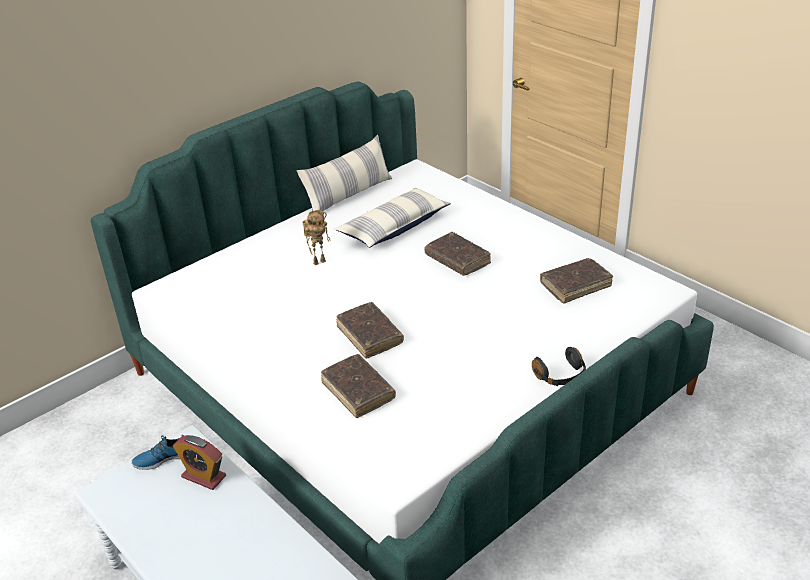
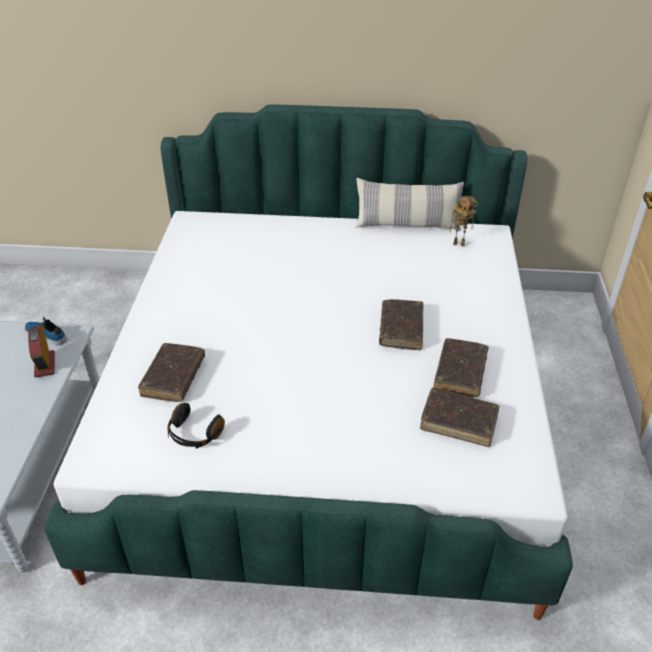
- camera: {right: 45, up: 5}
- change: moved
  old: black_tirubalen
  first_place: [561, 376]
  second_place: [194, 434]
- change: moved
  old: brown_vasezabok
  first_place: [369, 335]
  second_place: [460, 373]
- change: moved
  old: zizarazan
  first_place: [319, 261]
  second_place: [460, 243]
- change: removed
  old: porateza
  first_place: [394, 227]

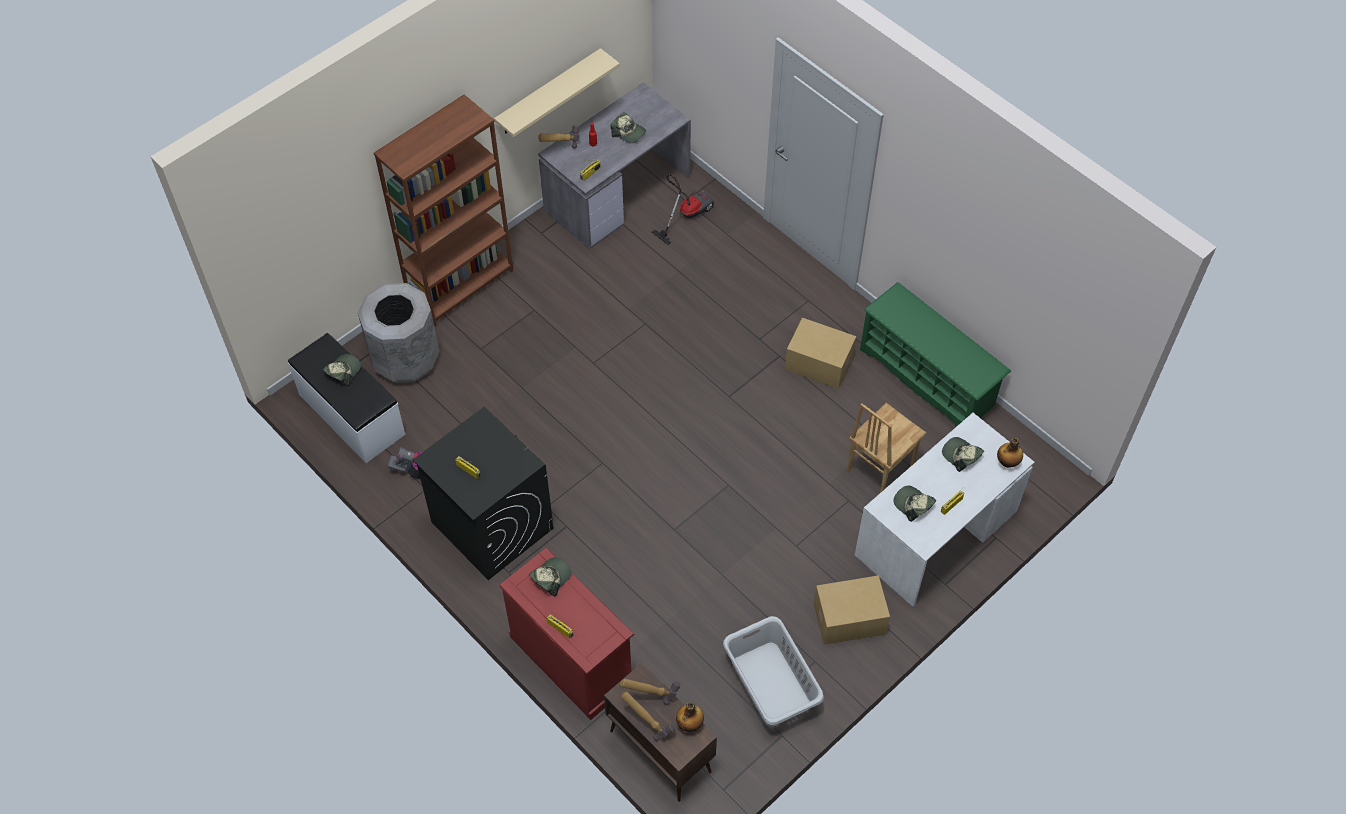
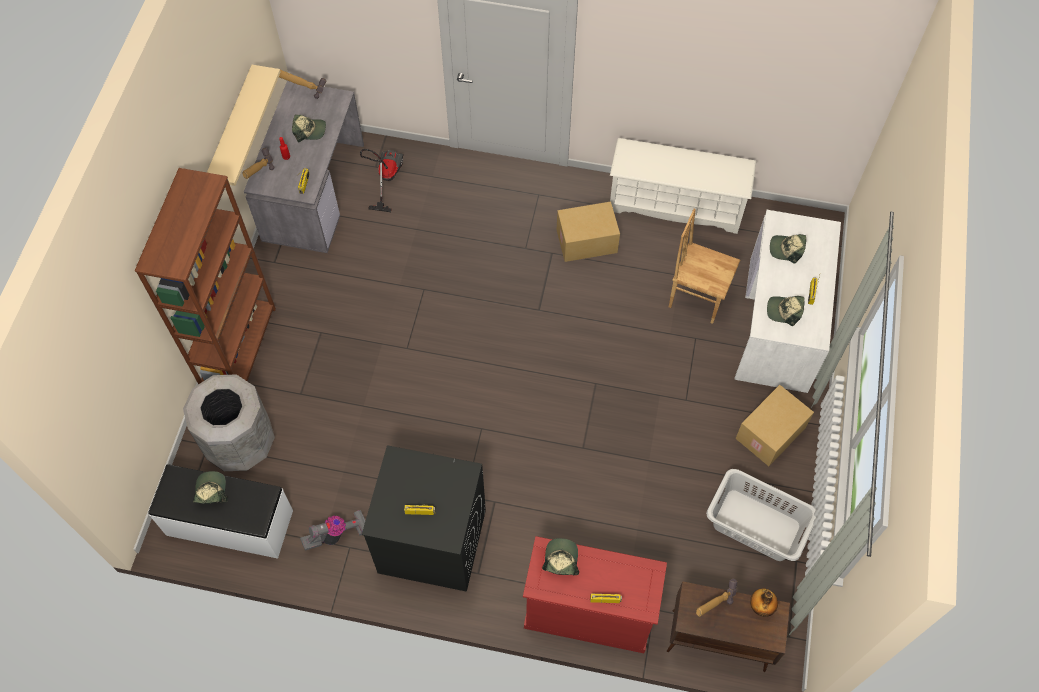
- camera: {right: -35, up: 5}
- change: moved
  old: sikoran
  first_place: [648, 724]
  second_place: [305, 93]
- change: recoloured
  old: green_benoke
  new: white_benoke
  first_place: [927, 378]
  second_place: [676, 204]
- change: turned
  old: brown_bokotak
  first_place: [879, 468]
  second_place: [697, 298]
  degrees: 105
- change: removed
  old: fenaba
  first_place: [1007, 462]

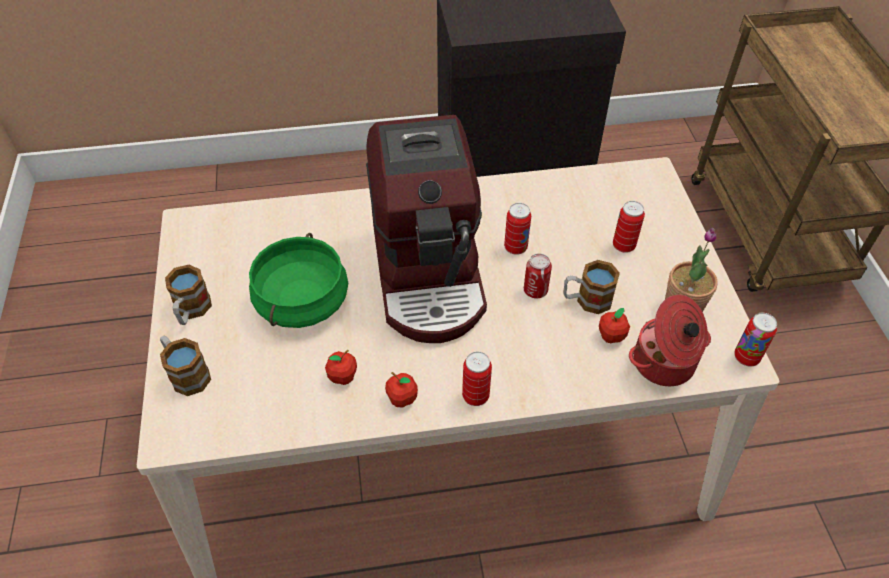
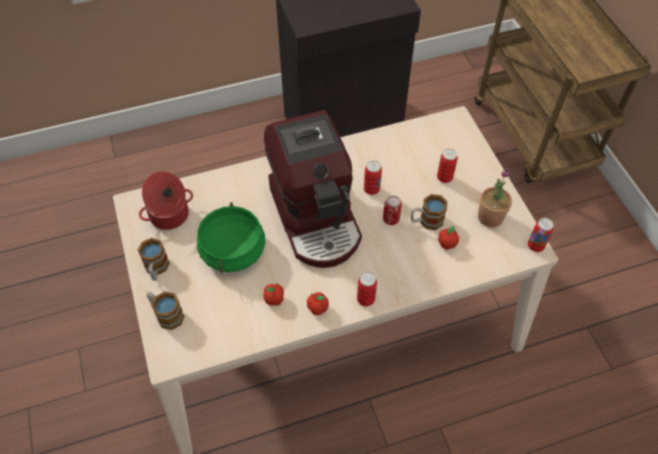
- camera: {right: -10, up: 5}
- change: moved
  old: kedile
  first_place: [664, 364]
  second_place: [170, 216]

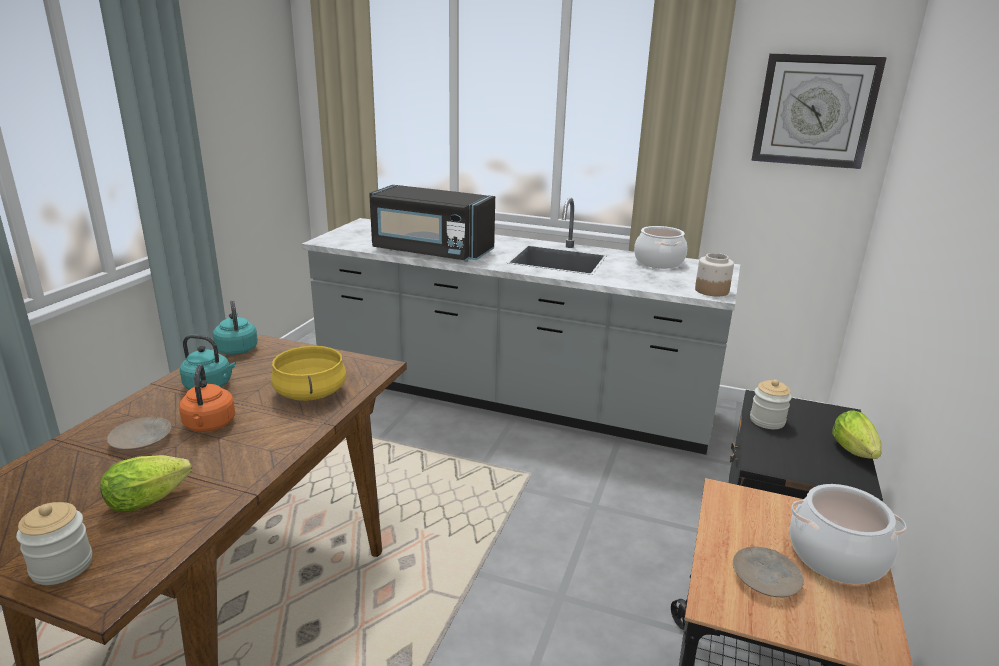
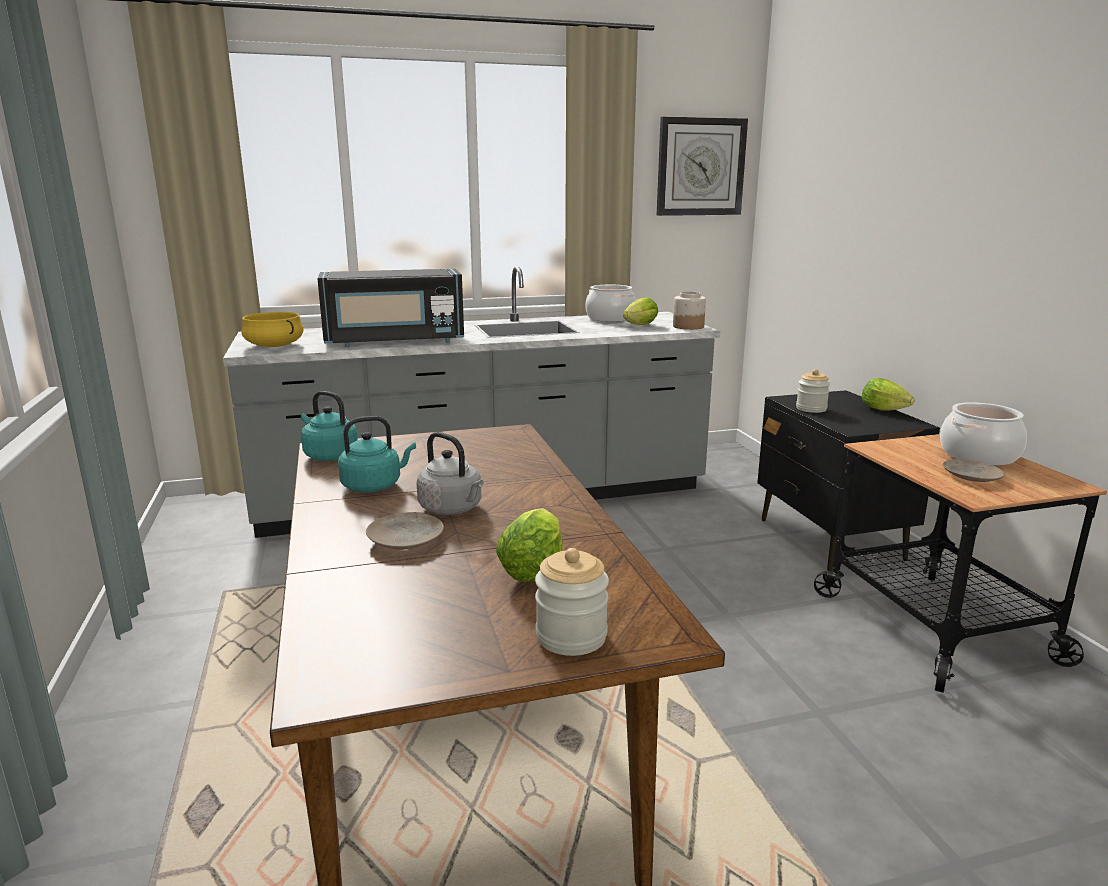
- camera: {right: -35, up: -5}
- change: moved
  old: yellow_kedile
  first_place: [310, 393]
  second_place: [274, 346]
- change: recoloured
  old: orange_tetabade
  new: grey_tetabade
  first_place: [209, 425]
  second_place: [453, 509]
- change: added
  new: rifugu
  second_place: [638, 325]

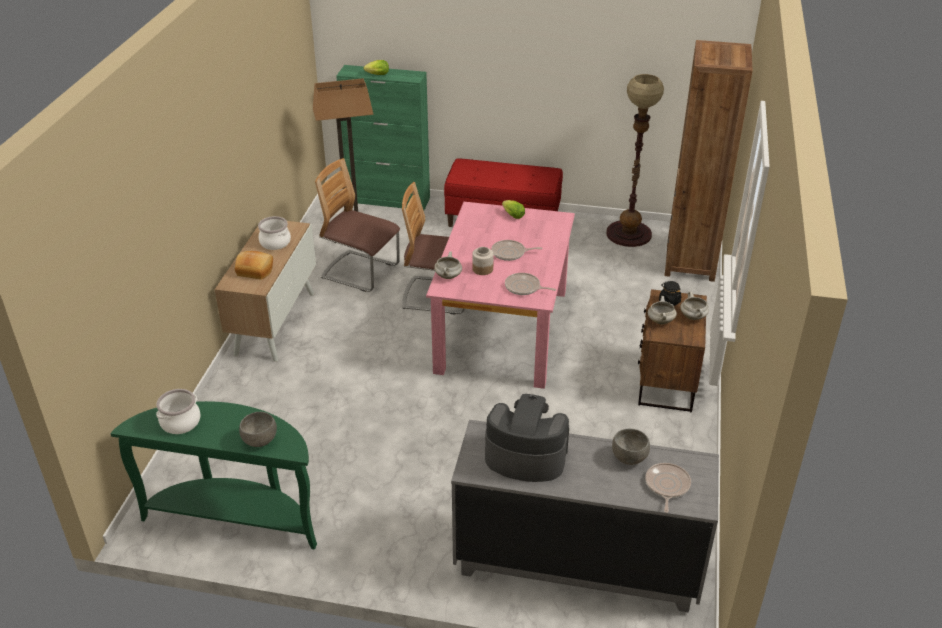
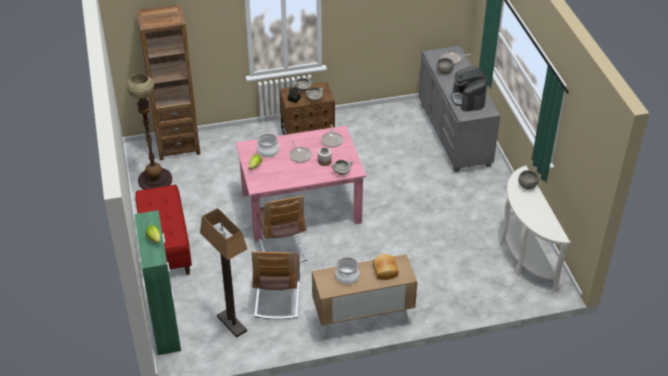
- camera: {right: -115, up: 5}
- change: moved
  old: kedile
  first_place: [180, 422]
  second_place: [268, 151]
- change: recoloured
  old: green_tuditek
  new: white_tuditek
  first_place: [236, 516]
  second_place: [523, 255]

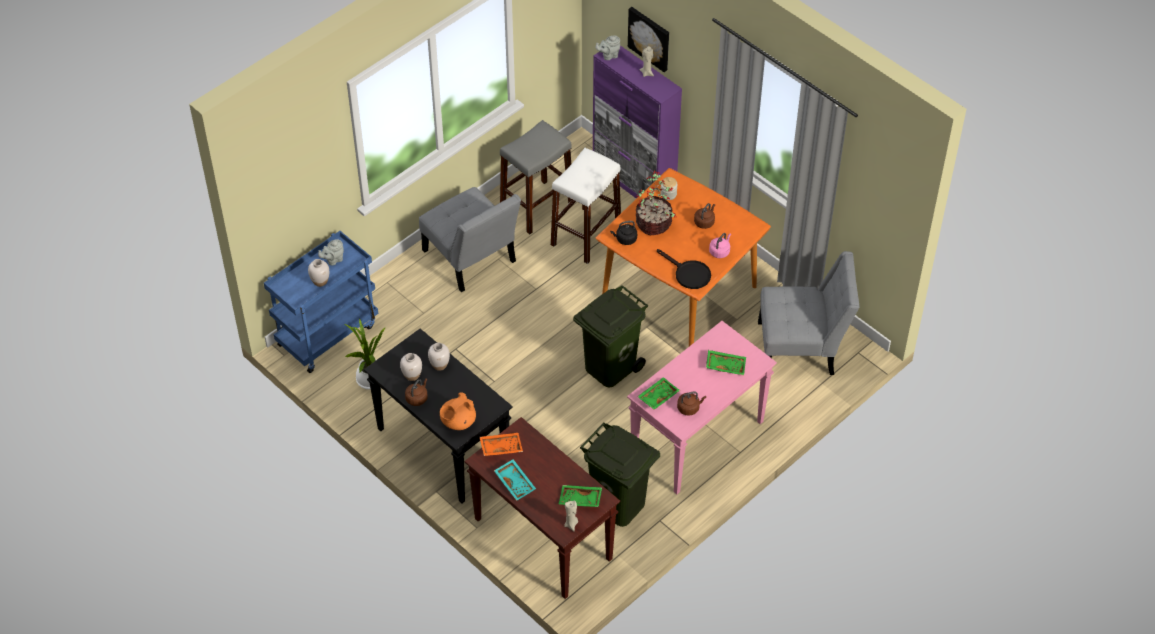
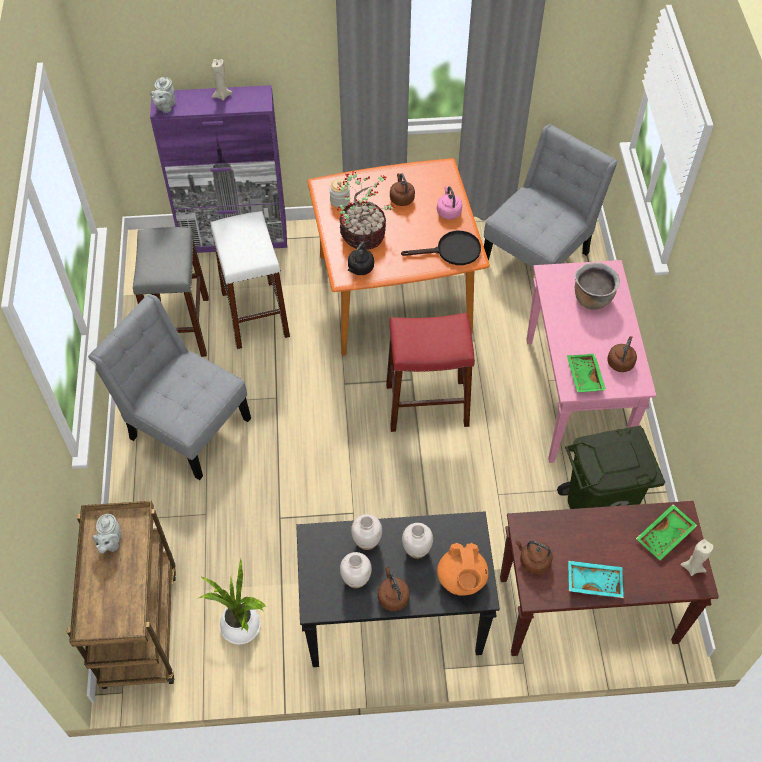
- camera: {right: -50, up: 5}
- change: recoloured
  old: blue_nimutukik
  new: brown_nimutukik
  first_place: [327, 334]
  second_place: [139, 625]
- change: turned
  old: grey_bokotak
  first_place: [471, 260]
  second_place: [185, 424]
  degrees: -150
- change: replaced
  old: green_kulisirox
  new: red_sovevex
  first_place: [609, 366]
  second_place: [427, 405]
- change: moved
  old: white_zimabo
  first_place: [320, 281]
  second_place: [416, 549]
- change: replaced
  old: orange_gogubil
  new: brown_tetabade
  first_place: [501, 447]
  second_place: [533, 561]
- change: replaced
  old: green_gogubil
  new: brown_kedile
  first_place: [725, 365]
  second_place: [592, 299]
- change: removed
  old: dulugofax
  first_place: [650, 38]

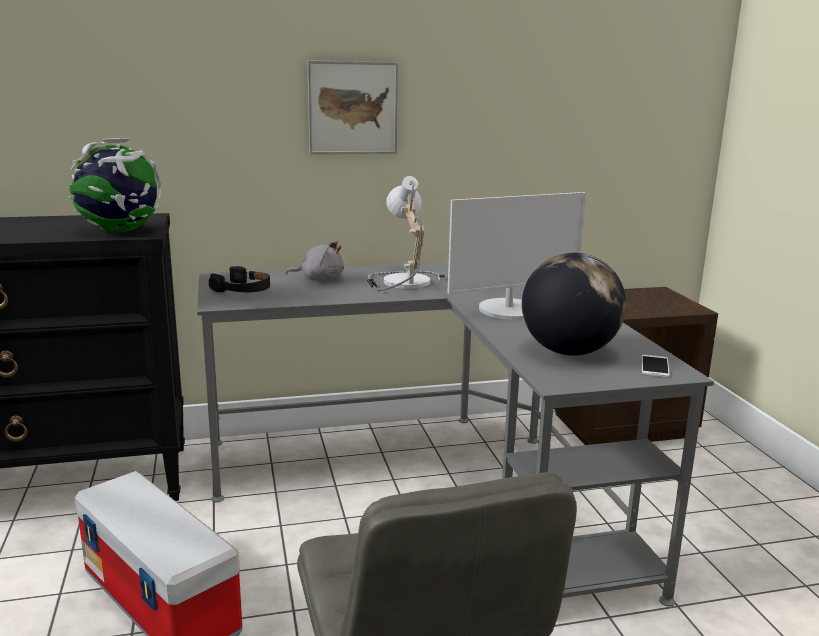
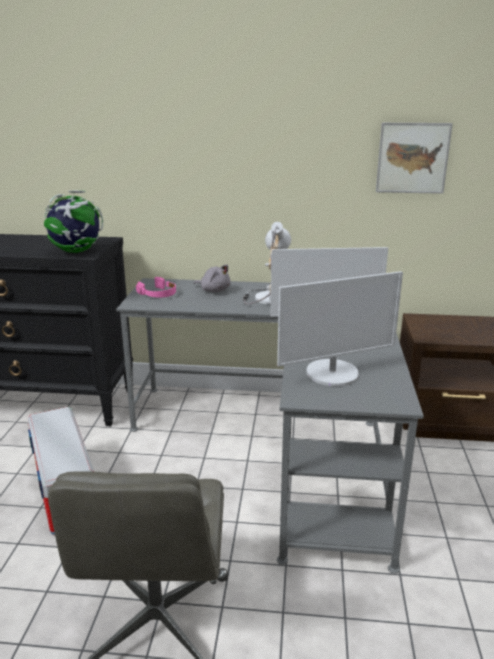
- camera: {right: 20, up: 5}
- change: recoloured
  old: black_tirubalen
  new: pink_tirubalen
  first_place: [243, 289]
  second_place: [158, 294]
- change: replaced
  old: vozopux
  new: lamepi
  first_place: [568, 352]
  second_place: [333, 373]
- change: moved
  old: dulugofax
  first_place: [353, 108]
  second_place: [412, 158]
- change: removed
  old: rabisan
  first_place: [655, 366]

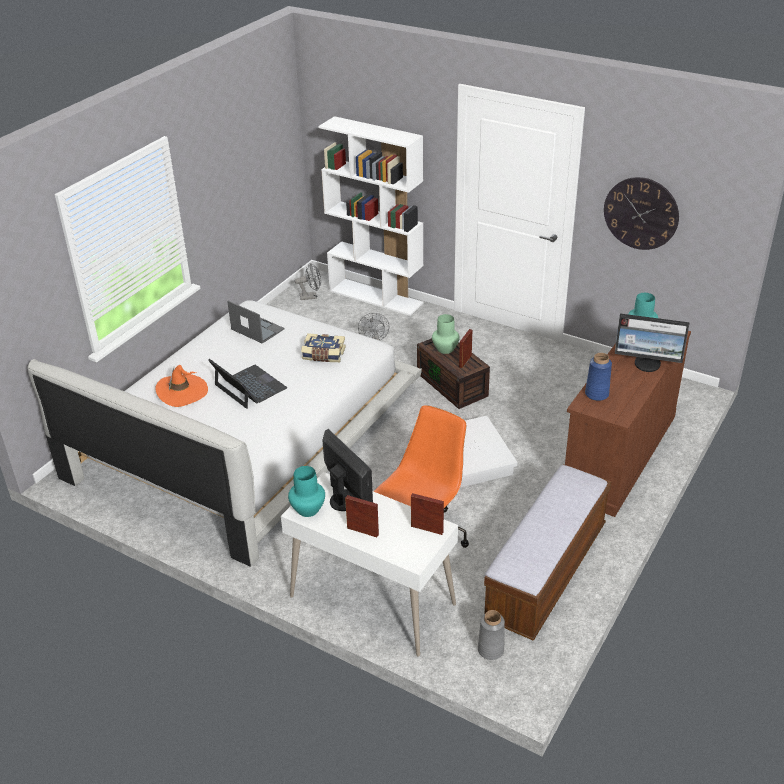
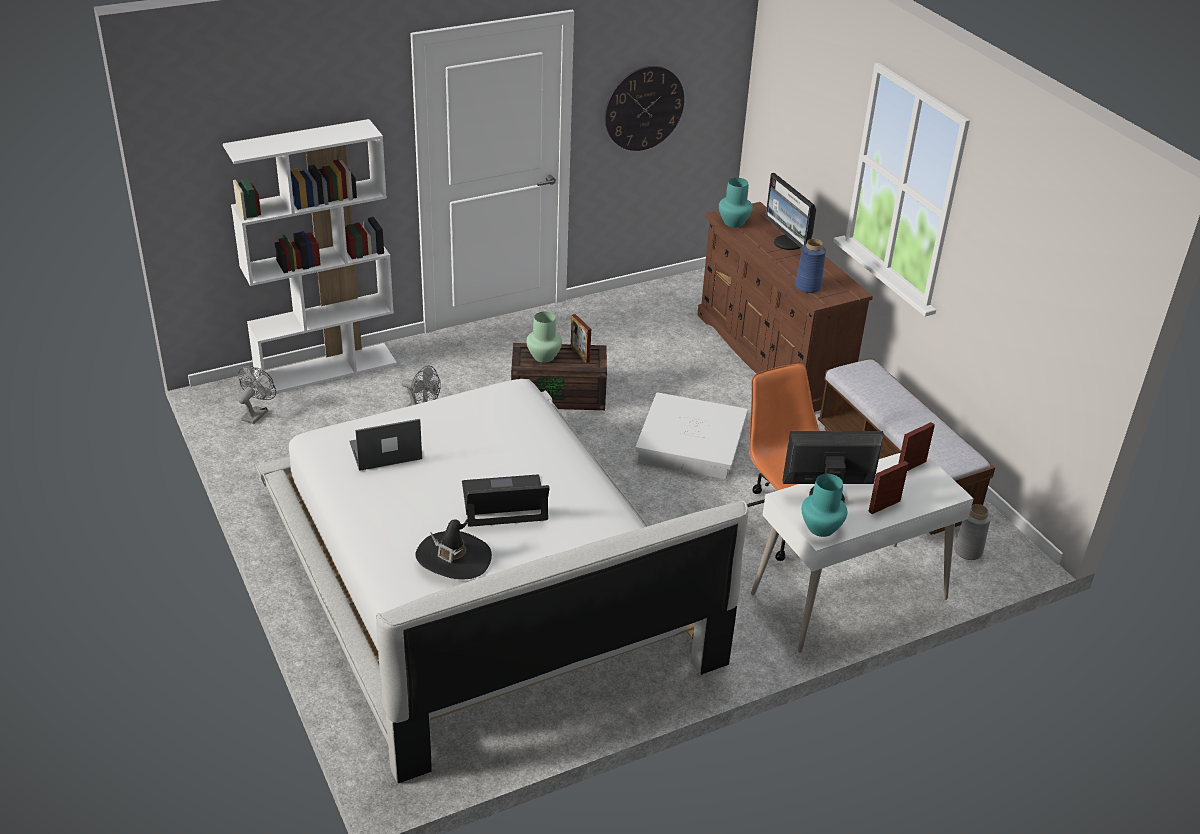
- camera: {right: -60, up: 0}
- change: recoloured
  old: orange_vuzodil
  new: black_vuzodil
  first_place: [182, 392]
  second_place: [453, 558]
- change: turned
  old: lamepi
  first_place: [647, 364]
  second_place: [788, 243]
  degrees: 105
- change: removed
  old: vasezabok
  first_place: [323, 355]

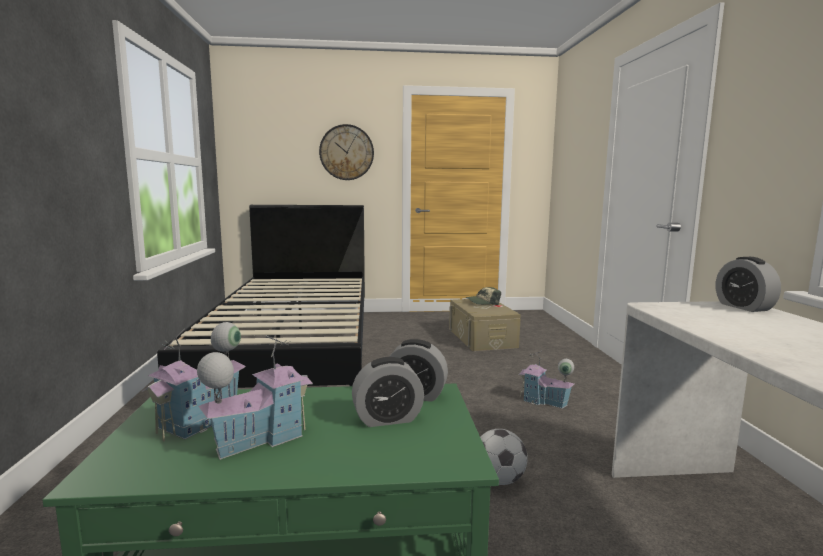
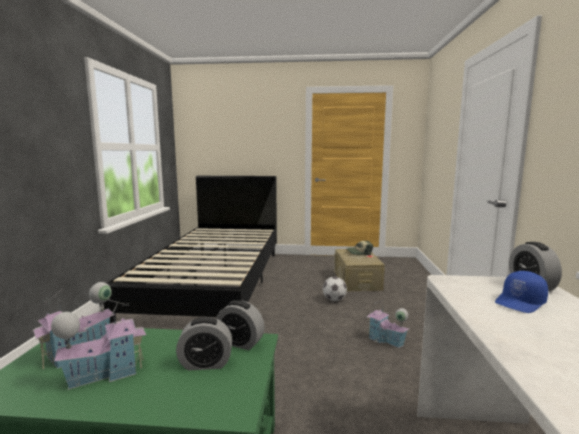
- camera: {right: 10, up: 0}
- change: moved
  old: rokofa
  first_place: [499, 480]
  second_place: [334, 300]
- change: added
  new: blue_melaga
  second_place: [520, 303]
- change: removed
  old: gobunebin
  first_place: [346, 152]

